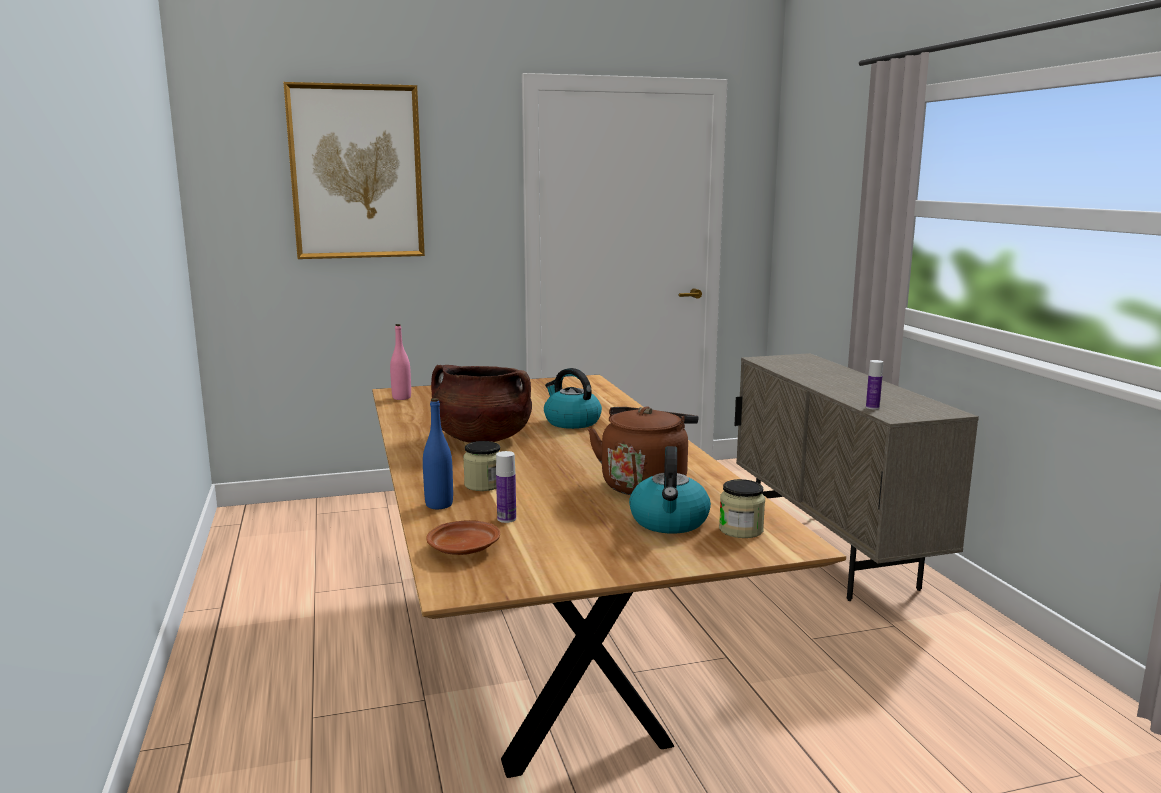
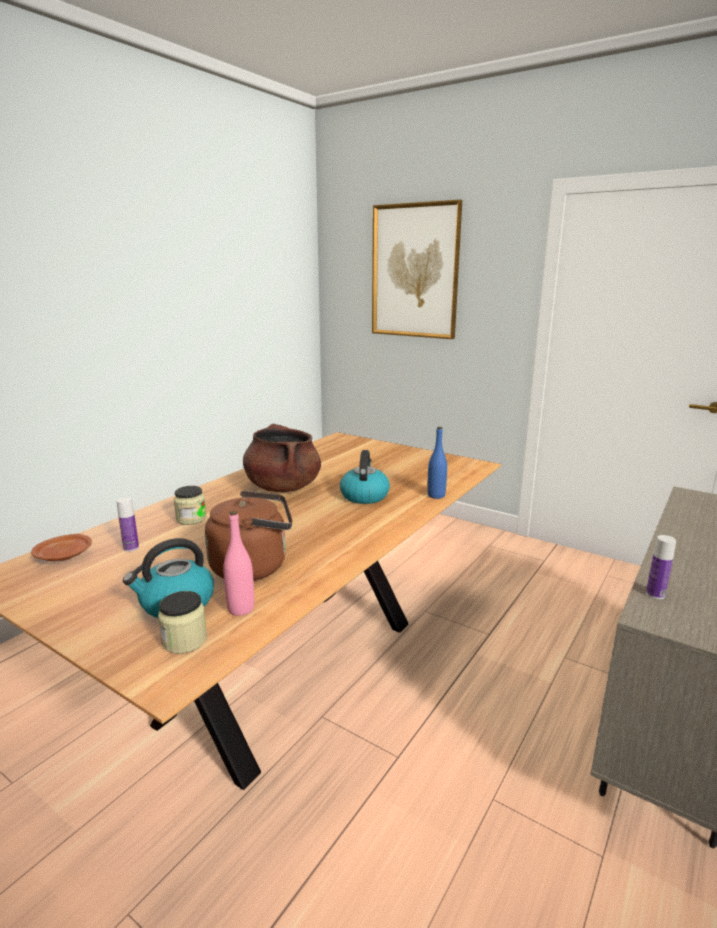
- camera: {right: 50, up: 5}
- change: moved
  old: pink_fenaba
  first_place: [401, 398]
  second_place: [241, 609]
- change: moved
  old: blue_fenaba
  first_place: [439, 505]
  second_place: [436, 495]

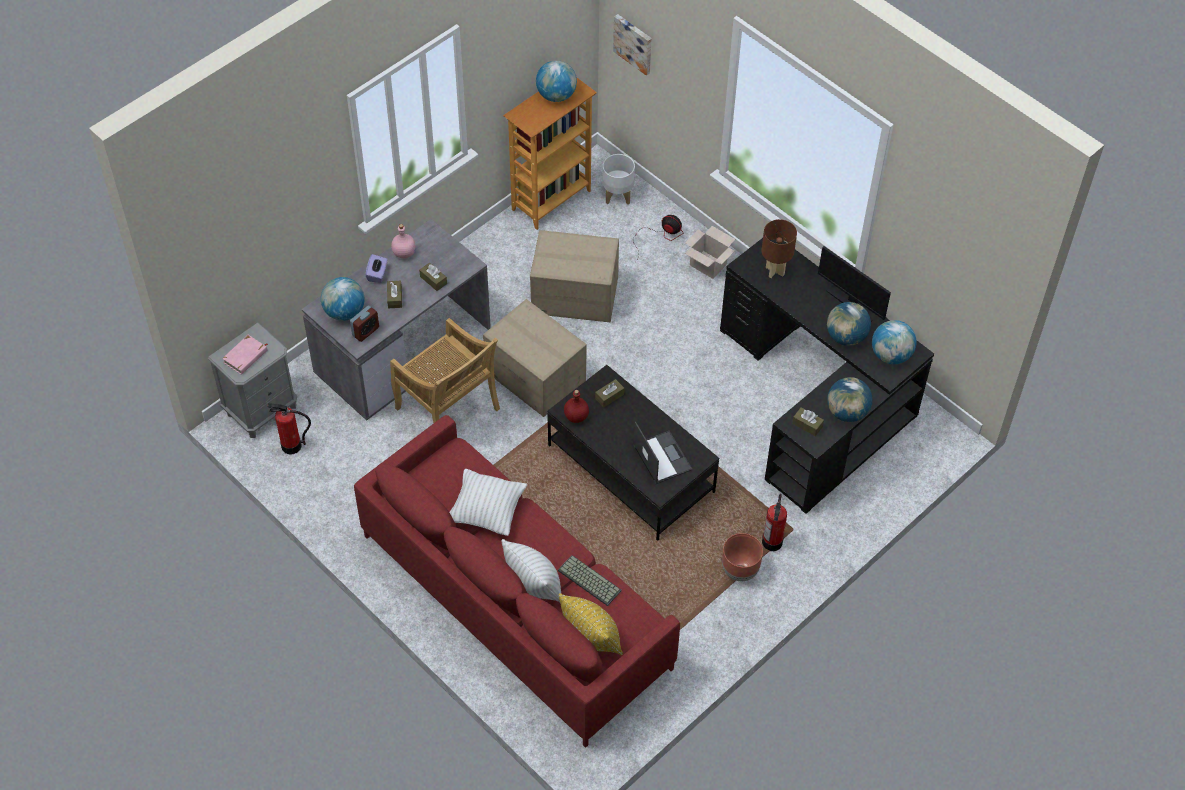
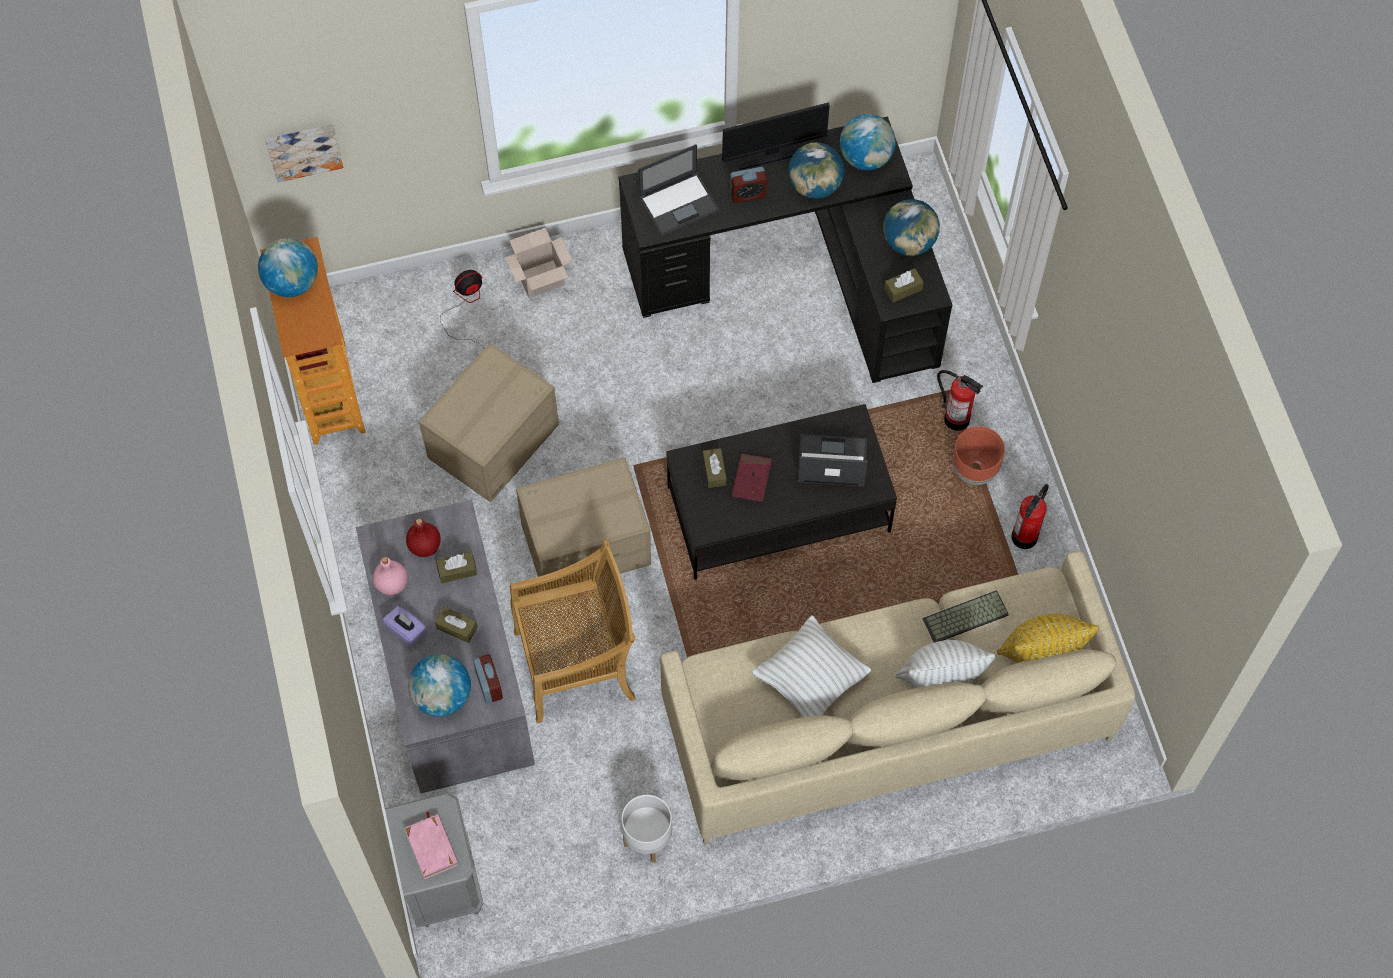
- camera: {right: -60, up: 10}
- change: moved
  old: red_fenaba
  first_place: [576, 417]
  second_place: [425, 546]
- change: moved
  old: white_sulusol
  first_place: [617, 195]
  second_place: [647, 839]
- change: replaced
  old: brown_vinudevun
  new: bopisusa
  first_place: [775, 271]
  second_place: [679, 203]
- change: recoloured
  old: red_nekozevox
  new: beige_nekozevox
  first_place: [516, 601]
  second_place: [887, 719]
- change: added
  new: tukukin
  second_place: [748, 194]
- change: added
  new: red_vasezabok
  second_place: [751, 479]
- change: moved
  old: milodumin
  first_place: [291, 446]
  second_place: [1025, 537]

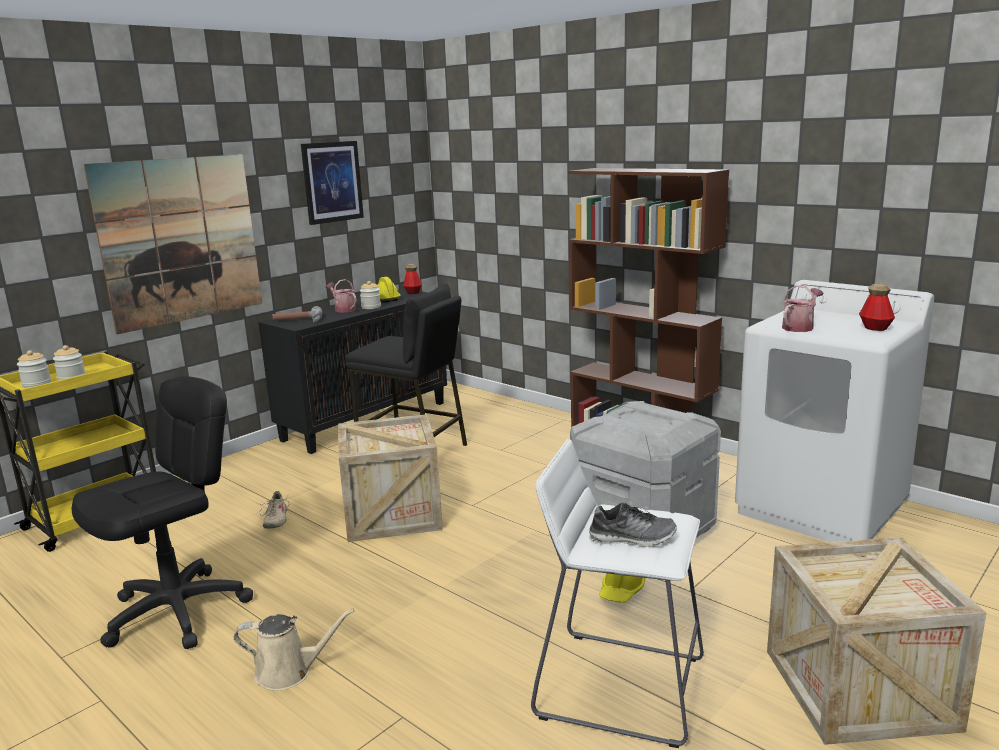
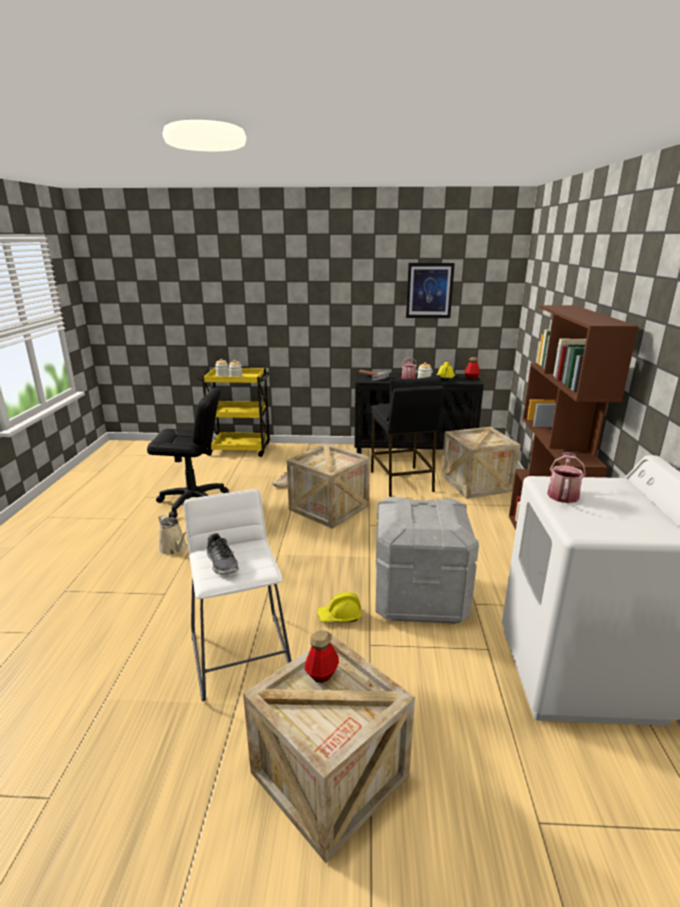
- camera: {right: 50, up: 5}
- change: moved
  old: fenaba
  first_place: [875, 328]
  second_place: [322, 673]
- change: added
  new: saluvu
  second_place: [476, 483]
- change: turned
  old: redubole
  first_place: [800, 327]
  second_place: [563, 493]
  degrees: -75
- change: removed
  old: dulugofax
  first_place: [180, 240]

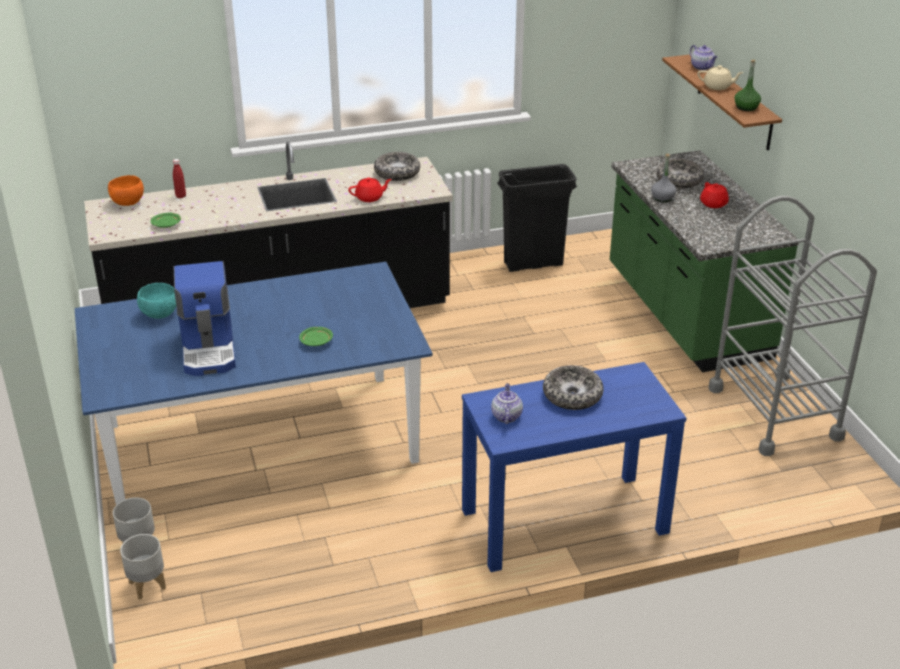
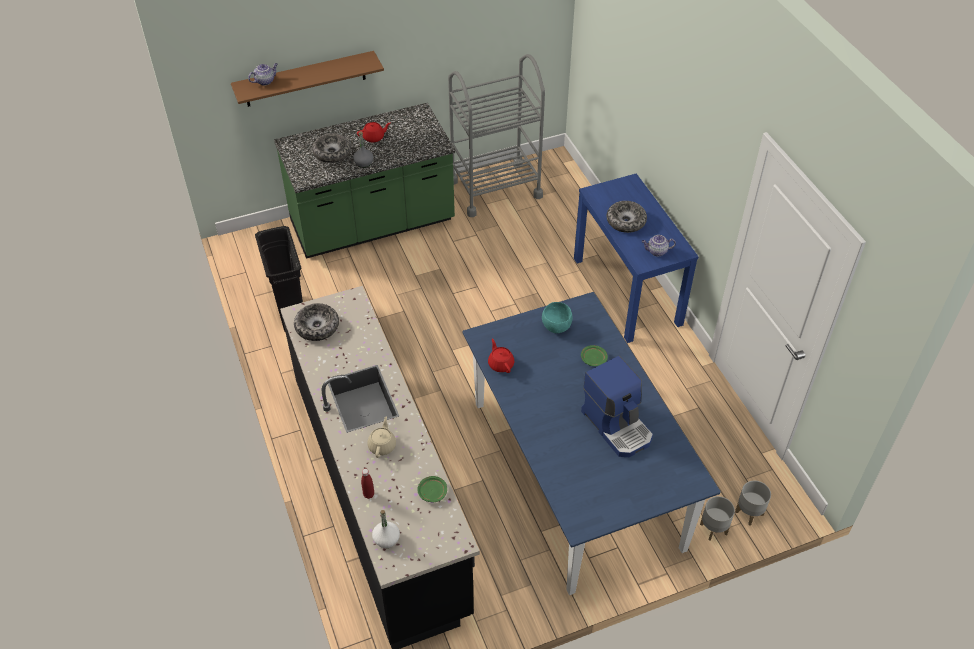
- camera: {right: -95, up: 15}
- change: moved
  old: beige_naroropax
  first_place: [718, 87]
  second_place: [382, 445]
- change: replaced
  old: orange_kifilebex
  new: white_fenaba
  first_place: [128, 203]
  second_place: [386, 539]
- change: moved
  old: red_naroropax
  first_place: [370, 198]
  second_place: [500, 364]
- change: moved
  old: turquoise_kifilebex
  first_place: [159, 314]
  second_place: [556, 327]
- change: turned
  old: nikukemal
  first_place: [210, 349]
  second_place: [617, 425]
  degrees: 75
- change: removed
  old: green_fenaba
  first_place: [746, 107]

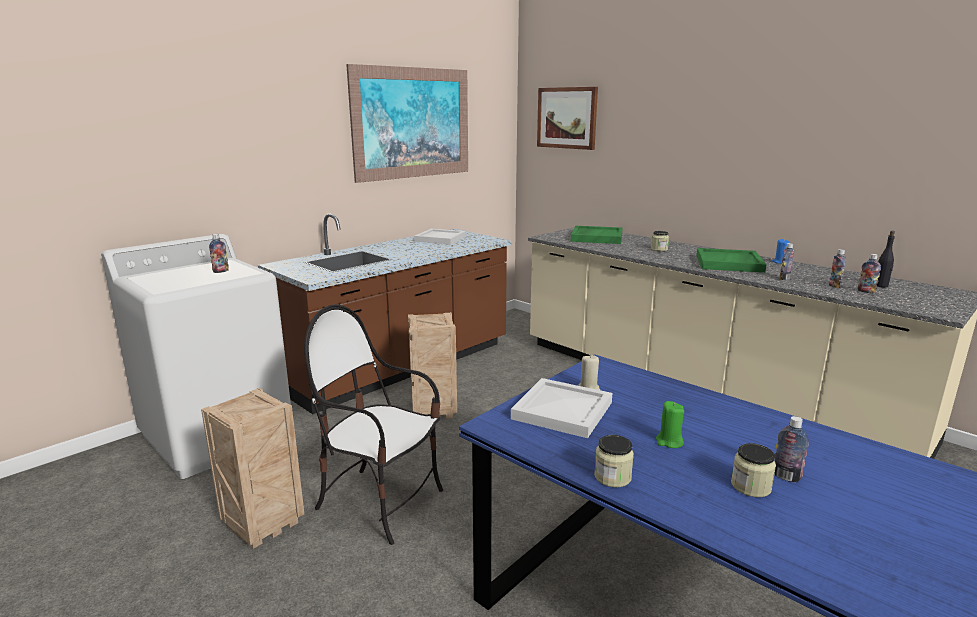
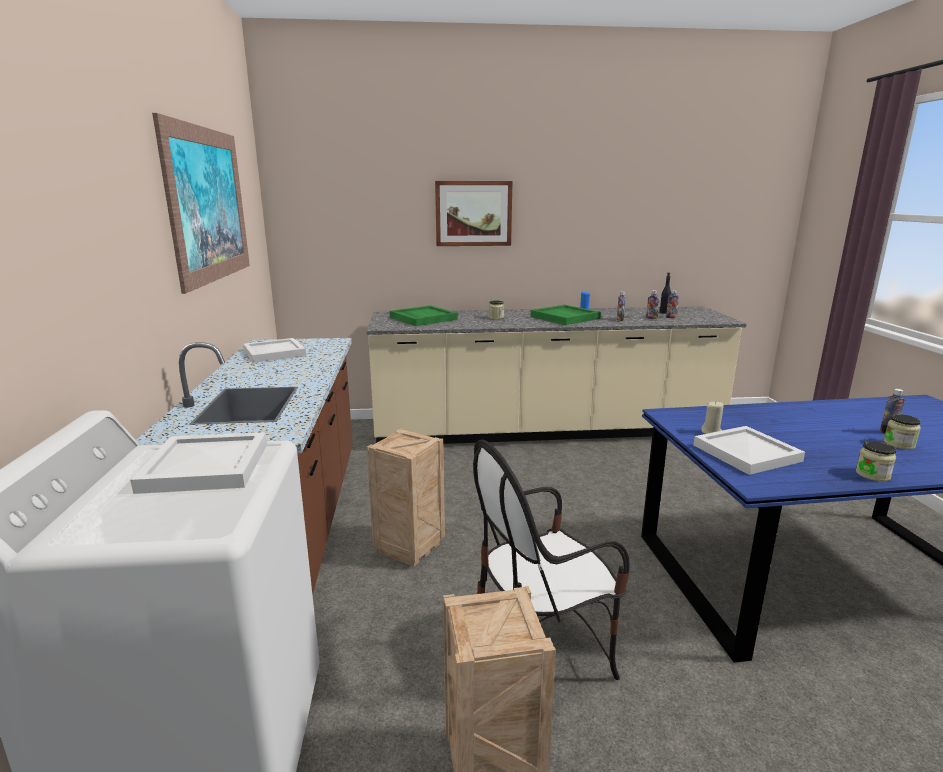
- camera: {right: -50, up: 0}
- change: replaced
  old: fenaba
  new: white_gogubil
  first_place: [221, 271]
  second_place: [205, 466]
- change: moved
  old: dulugofax
  first_place: [567, 118]
  second_place: [473, 213]
- change: removed
  old: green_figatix
  first_place: [669, 442]

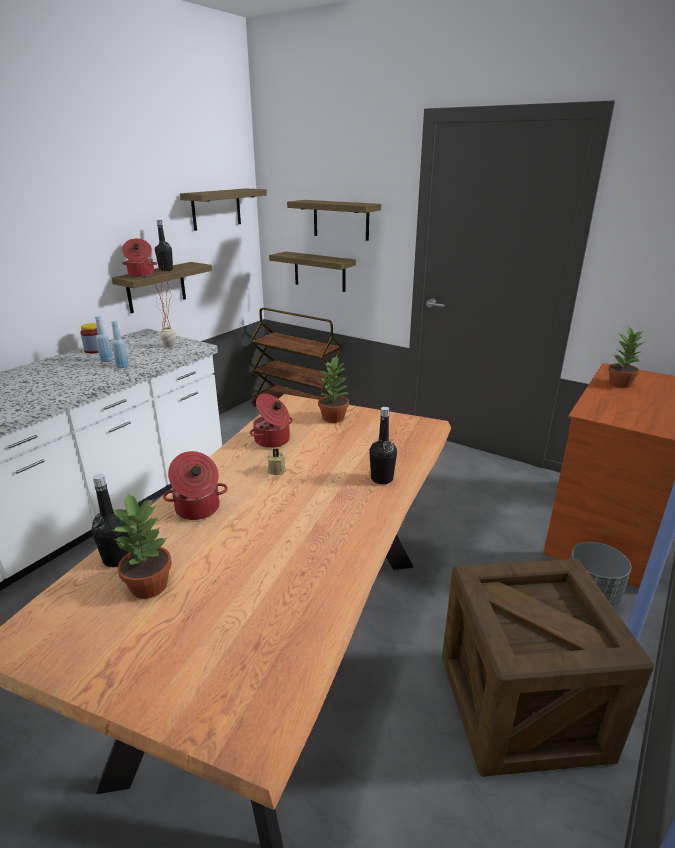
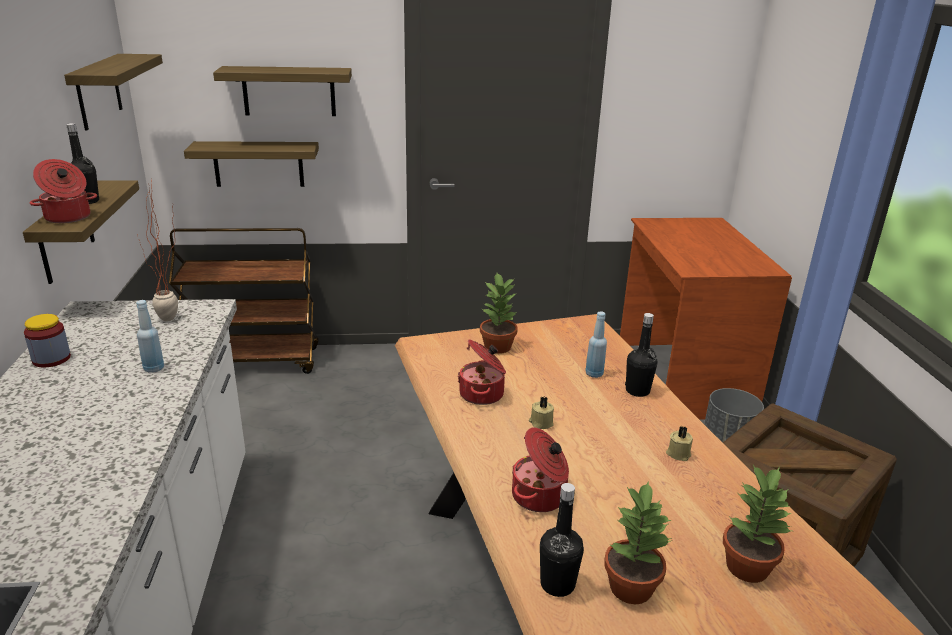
- camera: {right: -40, up: 0}
- change: moved
  old: blue_fenaba
  first_place: [106, 360]
  second_place: [594, 374]
- change: added
  new: beige_figatix
  second_place: [678, 453]
- change: moved
  old: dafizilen
  first_place: [620, 383]
  second_place: [747, 566]

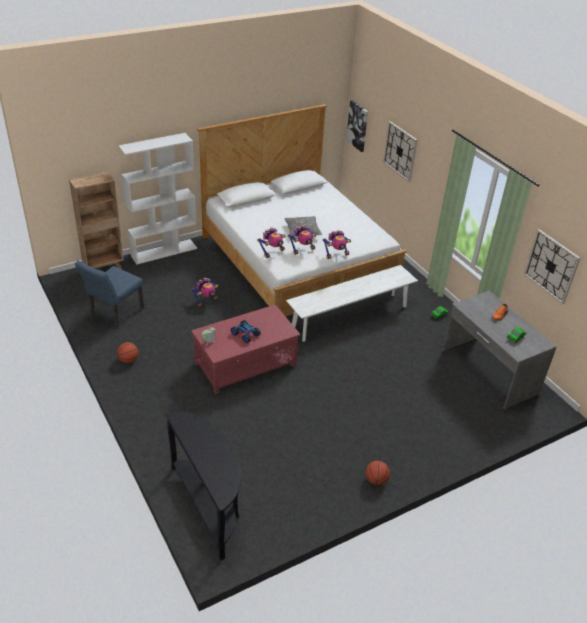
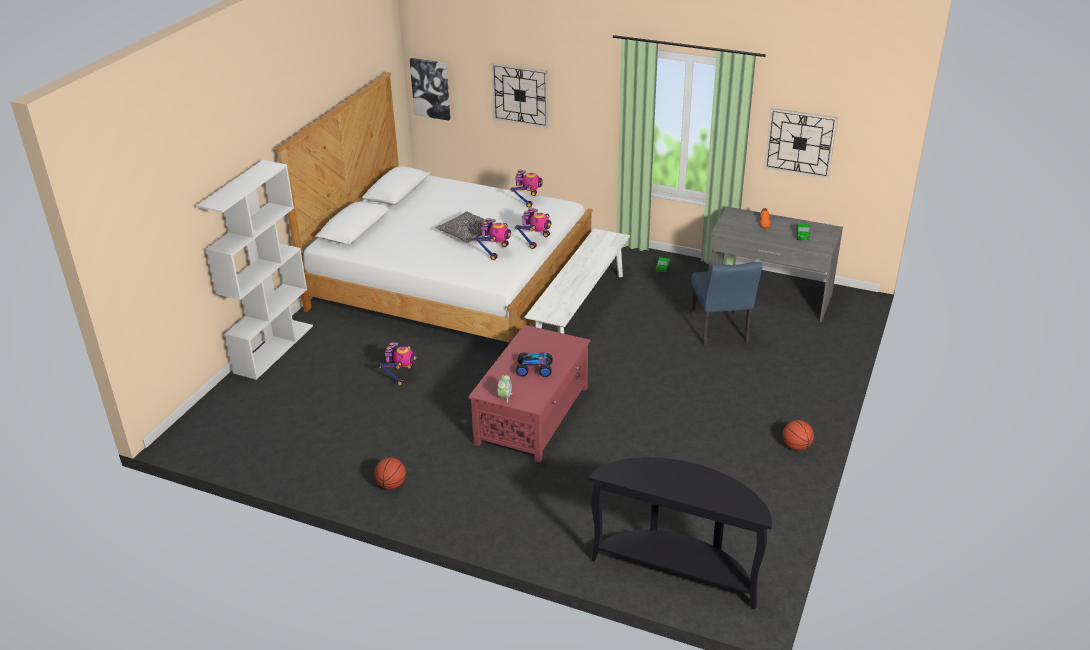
- camera: {right: -35, up: -5}
- change: moved
  old: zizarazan
  first_place: [272, 252]
  second_place: [527, 200]
- change: moved
  old: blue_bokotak
  first_place: [114, 314]
  second_place: [720, 332]
- change: removed
  old: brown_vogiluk
  first_place: [104, 268]

